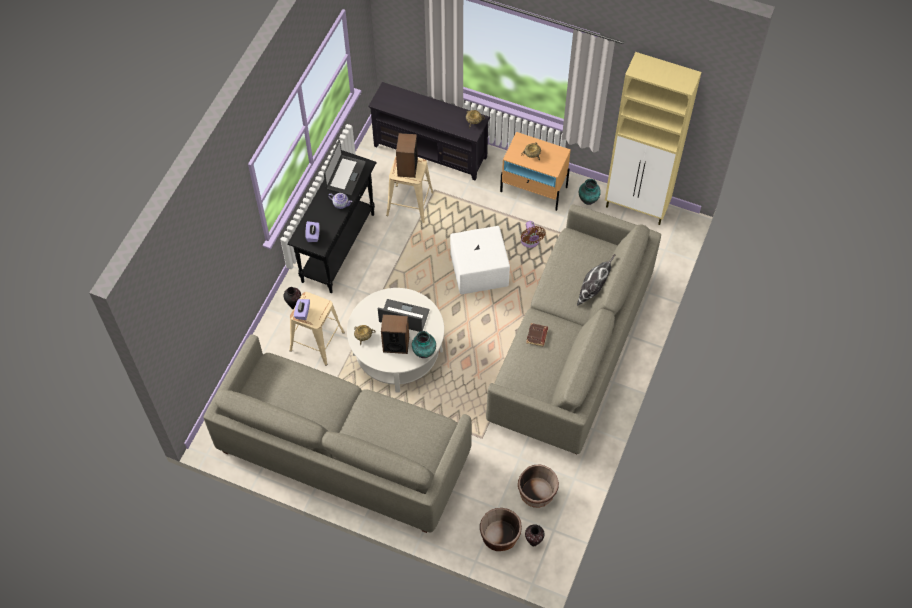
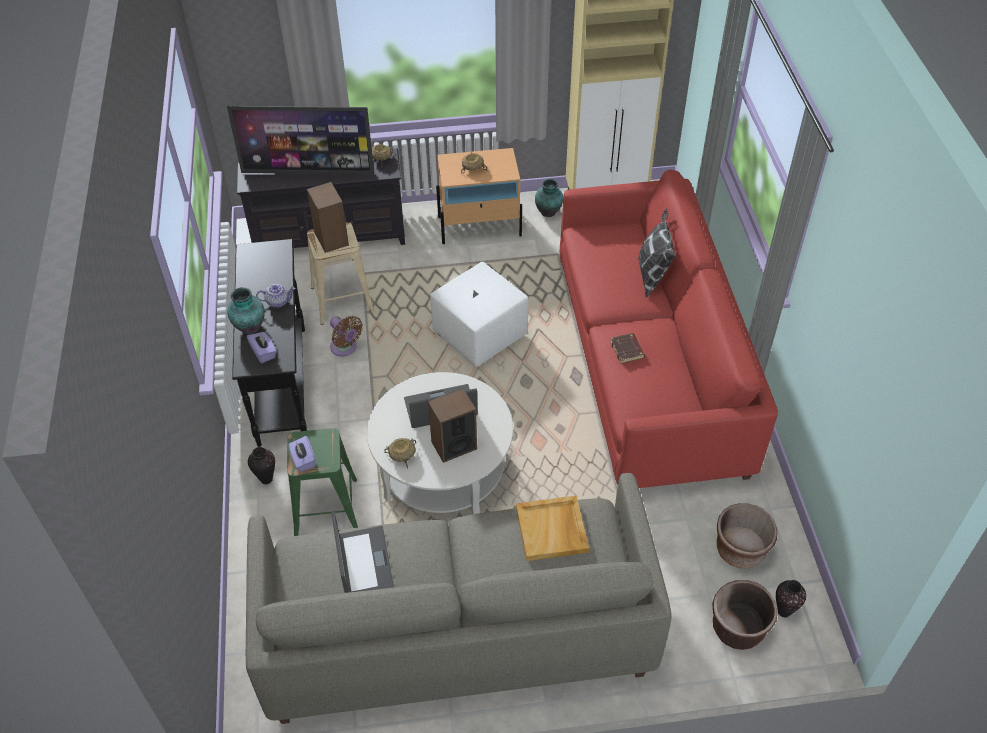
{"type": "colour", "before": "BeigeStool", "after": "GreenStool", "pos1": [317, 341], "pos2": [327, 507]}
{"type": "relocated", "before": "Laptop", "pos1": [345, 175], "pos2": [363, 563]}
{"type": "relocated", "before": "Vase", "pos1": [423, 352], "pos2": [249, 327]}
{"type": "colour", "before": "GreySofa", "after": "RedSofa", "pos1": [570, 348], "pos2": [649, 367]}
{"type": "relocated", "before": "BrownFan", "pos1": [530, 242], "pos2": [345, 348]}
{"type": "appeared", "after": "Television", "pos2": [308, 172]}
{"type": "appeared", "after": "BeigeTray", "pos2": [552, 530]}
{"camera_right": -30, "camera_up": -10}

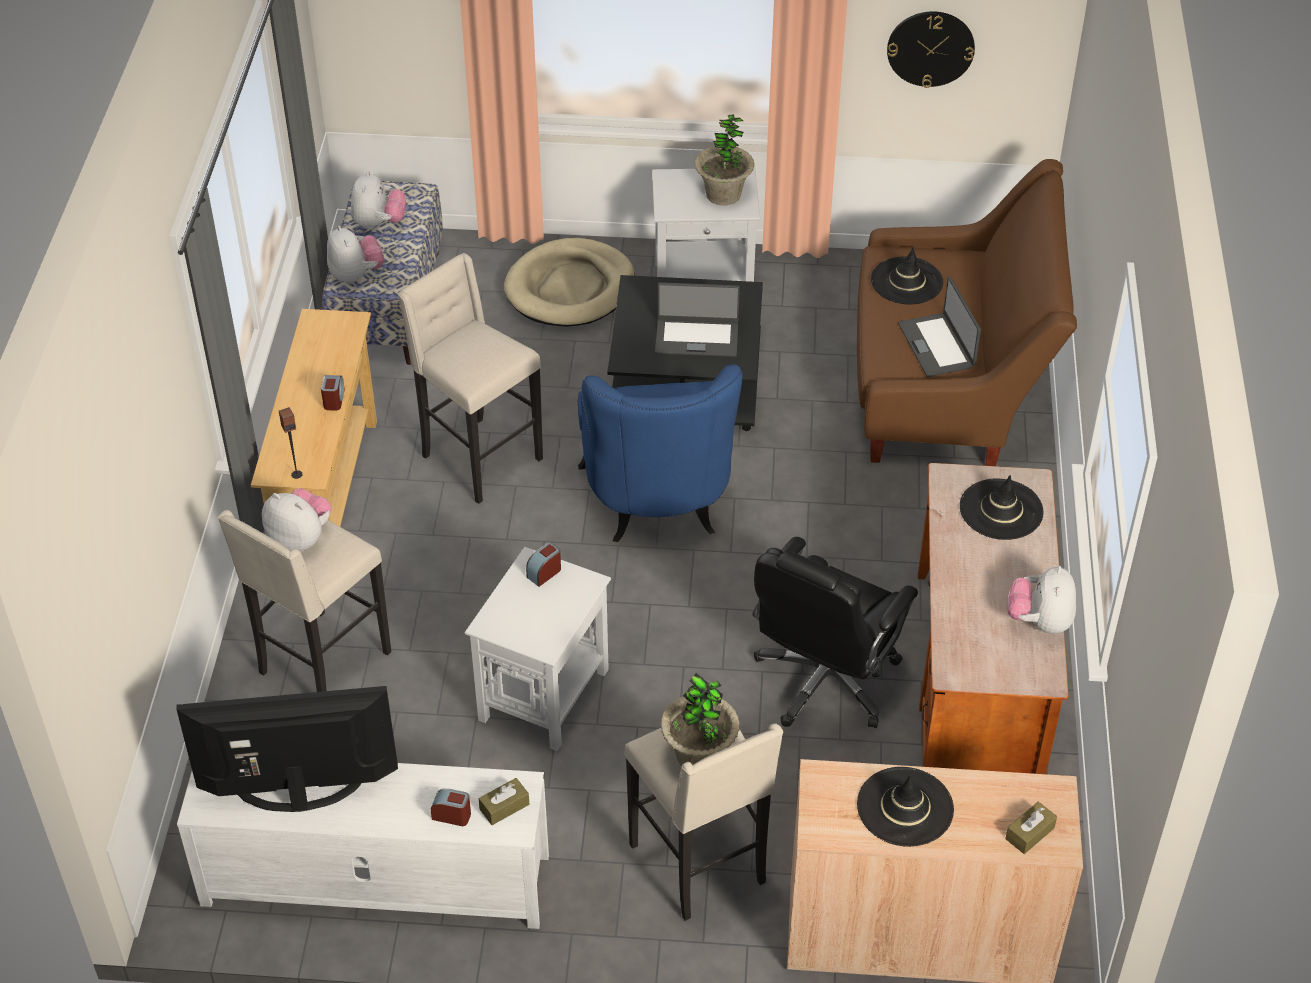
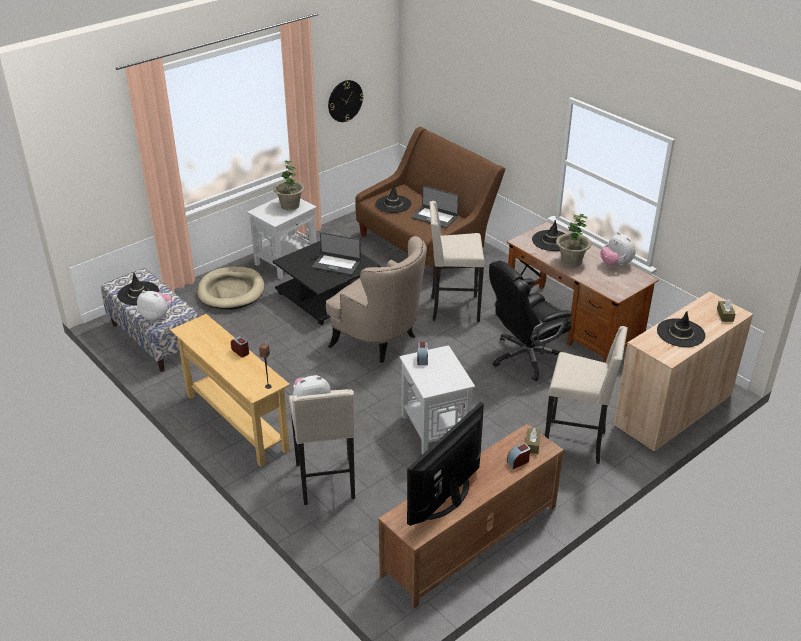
{"type": "colour", "before": "WhiteTvStand", "after": "BrownTvStand", "pos1": [374, 880], "pos2": [470, 540]}
{"type": "exchanged", "before": "PlushToy", "after": "BlackHat", "pos1": [379, 223], "pos2": [138, 293]}
{"type": "relocated", "before": "BeigeStool", "pos1": [478, 458], "pos2": [453, 309]}
{"type": "colour", "before": "BlueArmchair", "after": "BeigeArmchair", "pos1": [658, 505], "pos2": [380, 341]}
{"type": "spun", "before": "Laptop", "pos1": [697, 337], "pos2": [336, 264], "turn": 60}
{"type": "relocated", "before": "PottedPlant", "pos1": [699, 755], "pos2": [571, 261]}
{"type": "spun", "before": "BlackOfficeChair", "pos1": [825, 681], "pos2": [525, 357], "turn": 75}
{"camera_right": -45, "camera_up": -10}

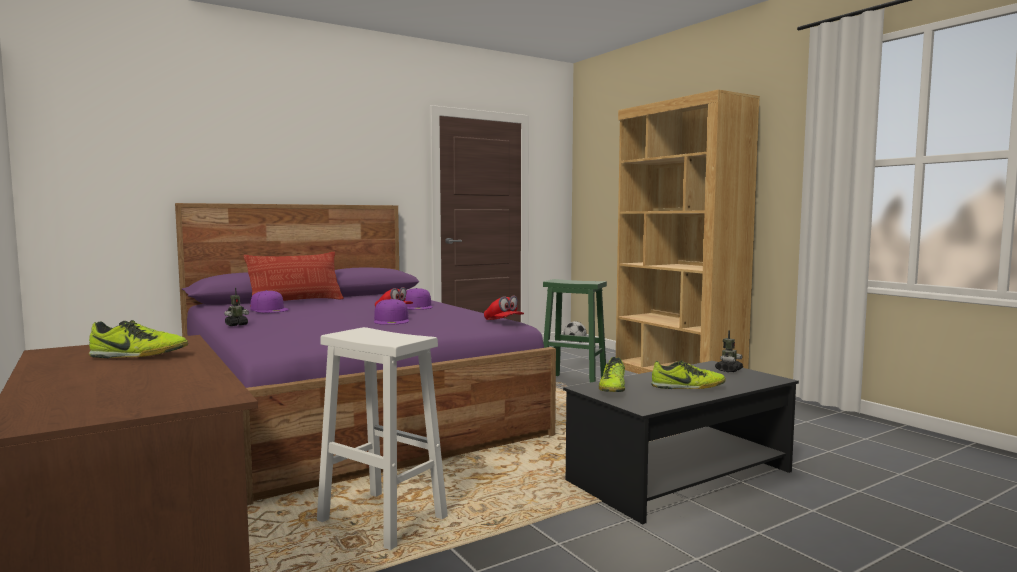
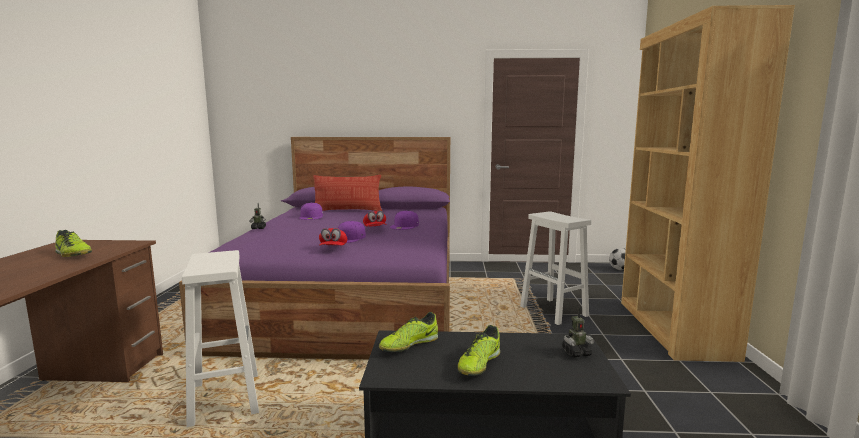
{"type": "relocated", "before": "RedCap", "pos1": [503, 322], "pos2": [333, 249]}
{"type": "colour", "before": "GreenStool", "after": "WhiteStool", "pos1": [575, 382], "pos2": [554, 311]}
{"type": "spun", "before": "Shoe", "pos1": [687, 387], "pos2": [479, 364], "turn": 75}
{"camera_right": 35, "camera_up": 5}

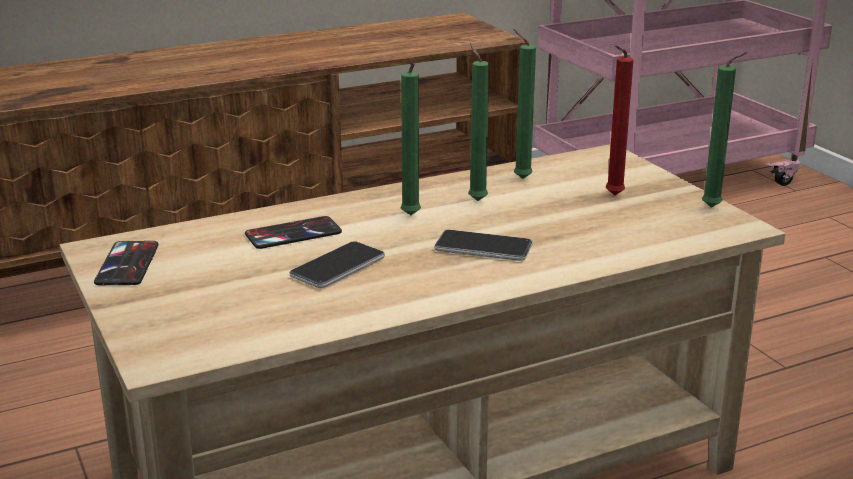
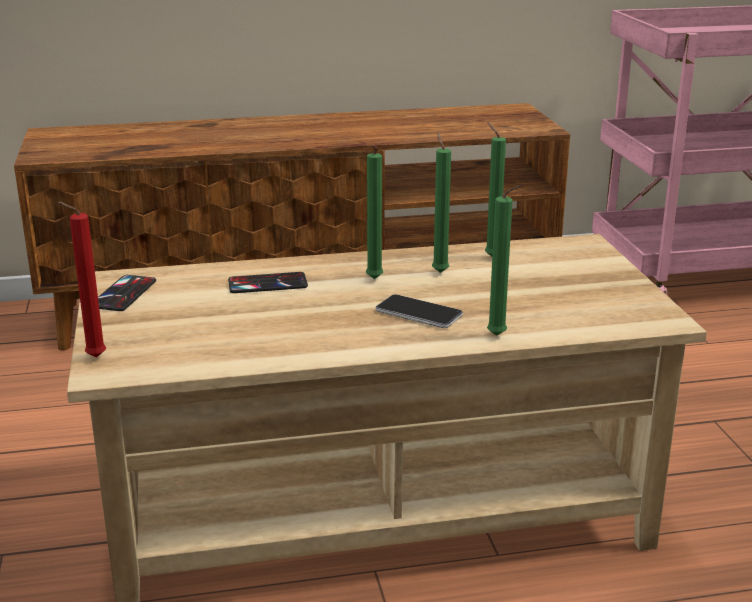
{"type": "missing", "before": "Phone", "pos1": [338, 266]}
{"type": "relocated", "before": "RedCandle", "pos1": [612, 196], "pos2": [92, 358]}
{"type": "relocated", "before": "GreenCandle", "pos1": [714, 207], "pos2": [499, 336]}
{"camera_right": 15, "camera_up": 0}

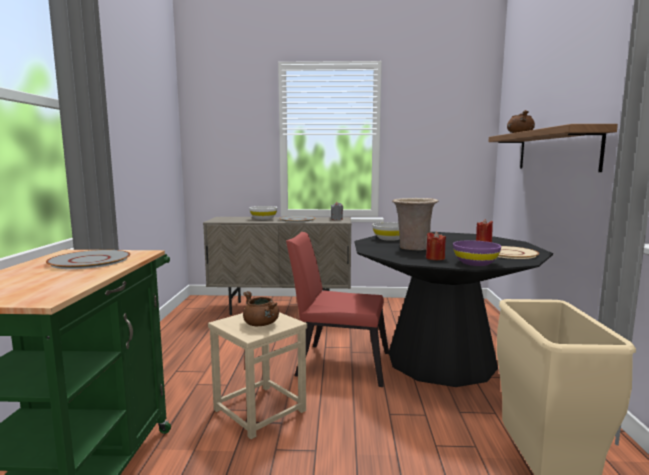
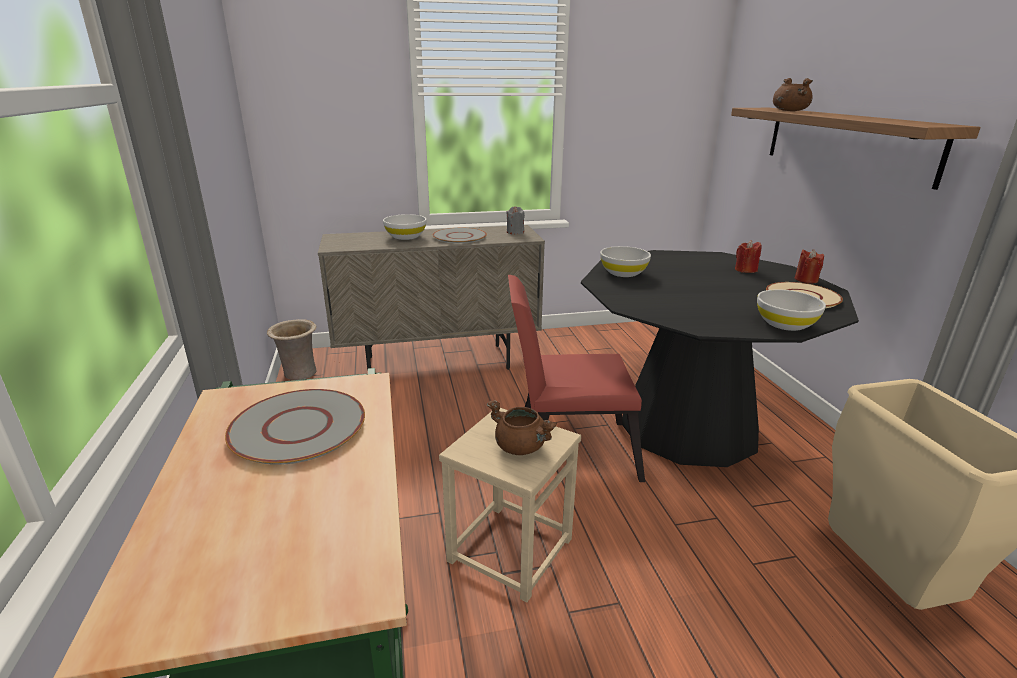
{"type": "relocated", "before": "BeigeVase", "pos1": [413, 248], "pos2": [298, 374]}
{"type": "relocated", "before": "RedCandle", "pos1": [435, 258], "pos2": [806, 280]}
{"type": "colour", "before": "PurpleBowl", "after": "WhiteBowl", "pos1": [475, 263], "pos2": [785, 324]}
{"camera_right": -15, "camera_up": 15}

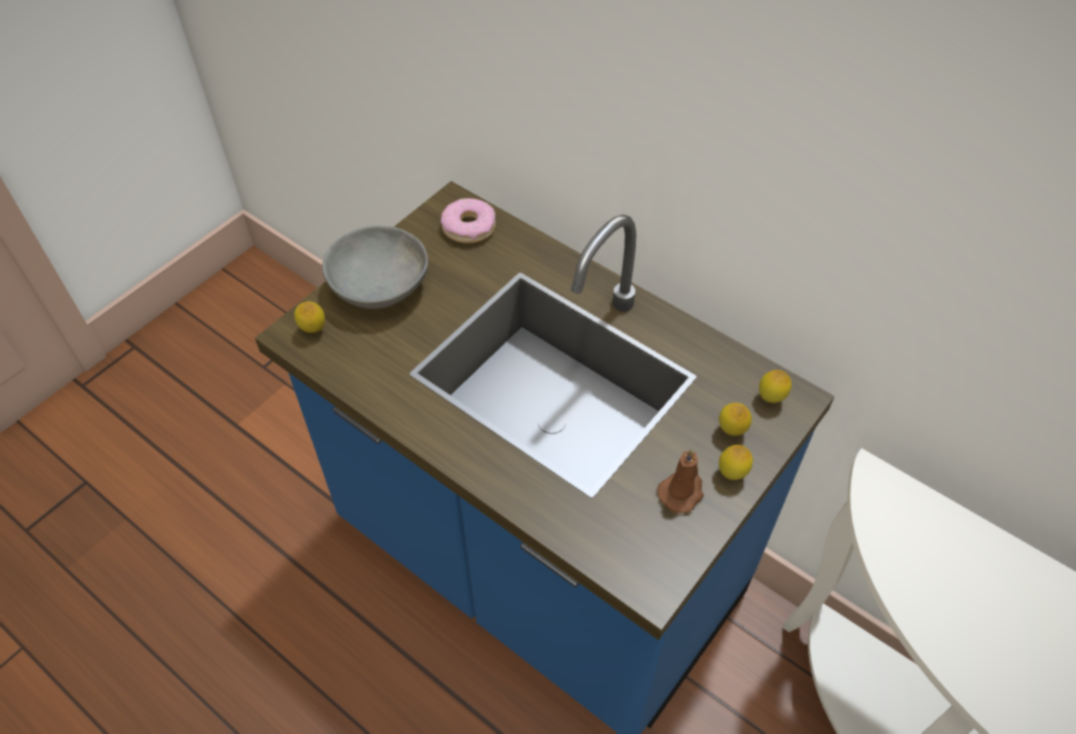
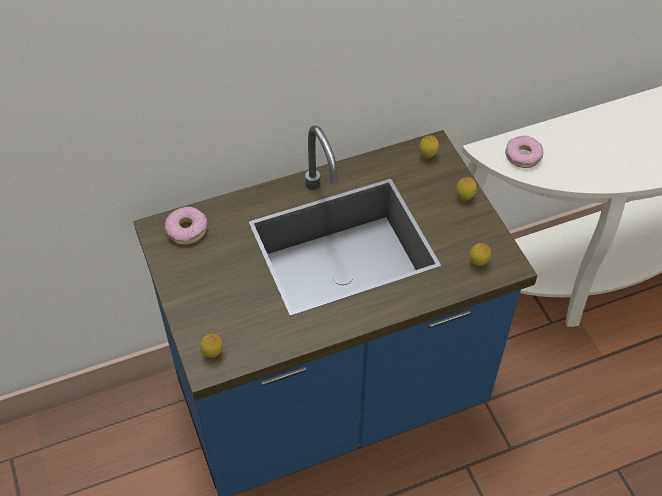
{"type": "missing", "before": "GreyBowl", "pos1": [379, 288]}
{"type": "missing", "before": "BrownCandle", "pos1": [682, 492]}
{"type": "relocated", "before": "Lemon", "pos1": [731, 431], "pos2": [478, 263]}
{"type": "appeared", "after": "Donut", "pos2": [522, 156]}
{"camera_right": -60, "camera_up": 0}

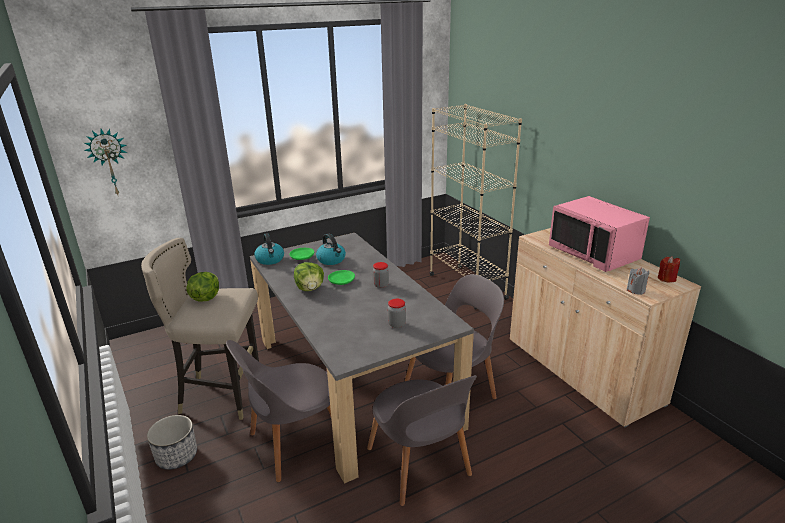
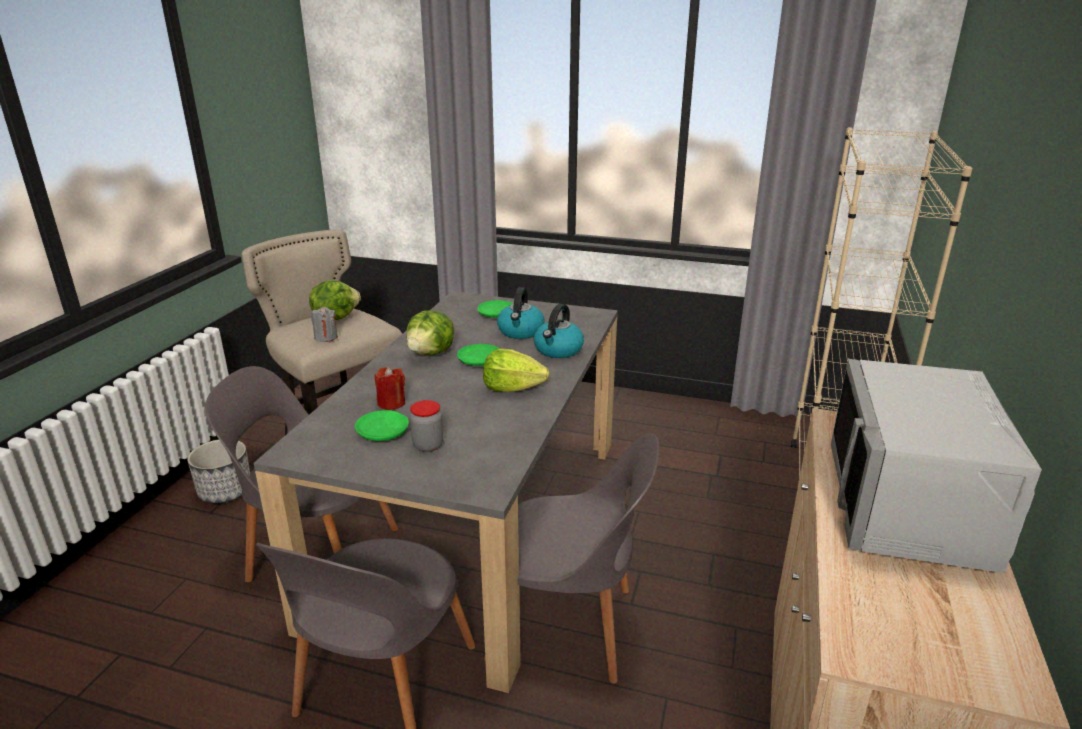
{"type": "missing", "before": "WallClock", "pos1": [109, 162]}
{"type": "relocated", "before": "Kettle", "pos1": [270, 260], "pos2": [558, 350]}
{"type": "exchanged", "before": "Jar", "after": "Lettuce", "pos1": [381, 285], "pos2": [512, 388]}
{"type": "colour", "before": "PinkMicrowave", "after": "GreyMicrowave", "pos1": [594, 253], "pos2": [910, 507]}
{"type": "relocated", "before": "GreyCandle", "pos1": [635, 290], "pos2": [326, 337]}
{"type": "relocated", "before": "RedCandle", "pos1": [666, 279], "pos2": [391, 403]}
{"type": "appeared", "after": "GreenPlate", "pos2": [383, 433]}
{"camera_right": 45, "camera_up": 0}

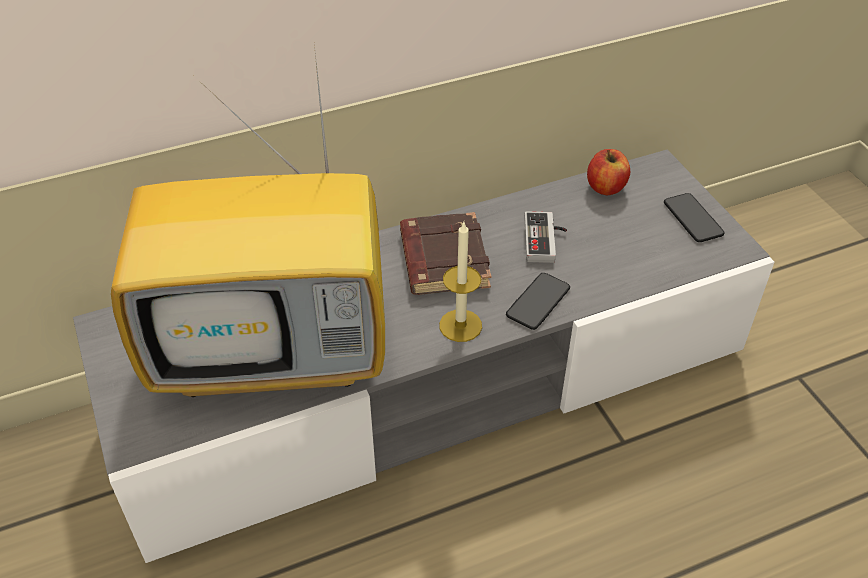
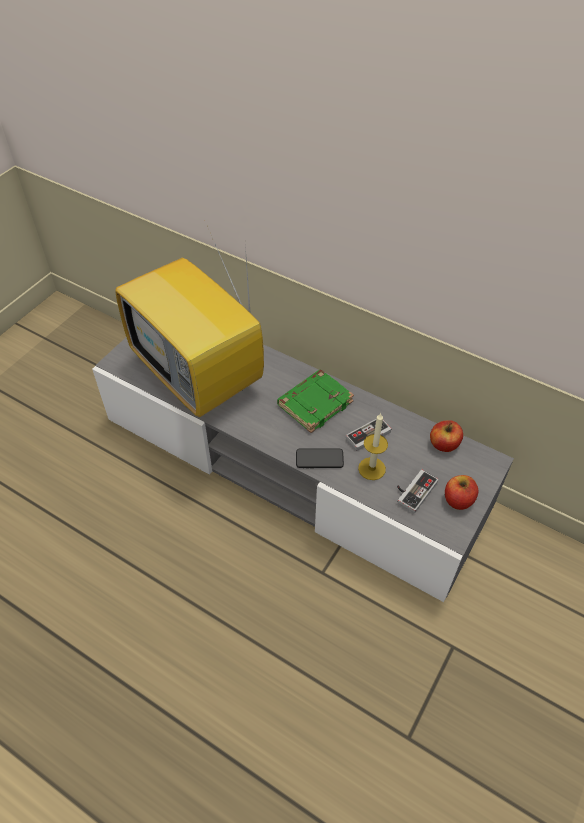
{"type": "colour", "before": "BrownBook", "after": "GreenBook", "pos1": [442, 259], "pos2": [315, 403]}
{"type": "relocated", "before": "Candle", "pos1": [460, 325], "pos2": [371, 468]}
{"type": "exchanged", "before": "Phone", "after": "Apple", "pos1": [693, 219], "pos2": [458, 500]}
{"type": "appeared", "after": "GameController", "pos2": [413, 490]}
{"camera_right": 55, "camera_up": 5}

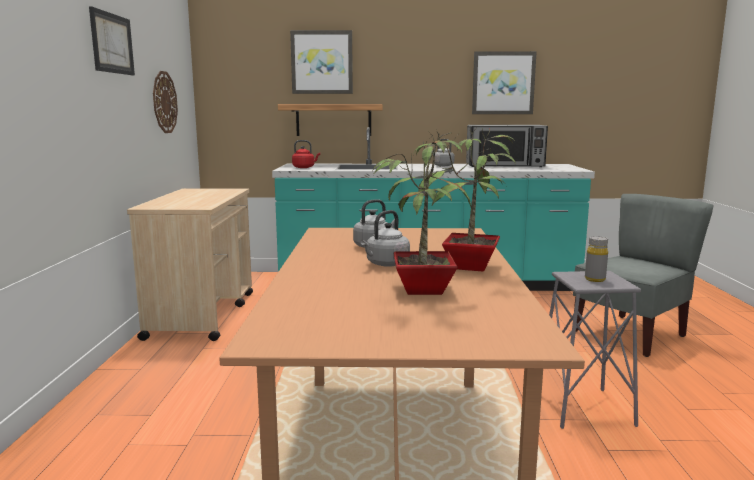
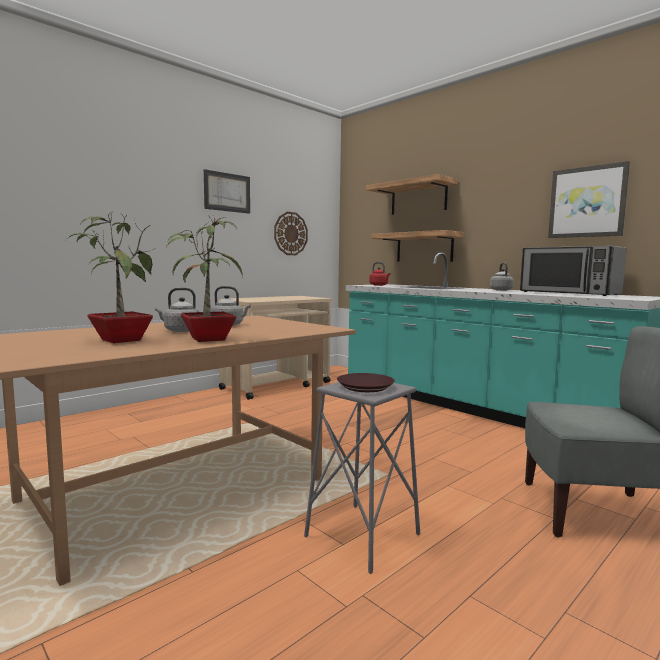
{"type": "exchanged", "before": "Picture", "after": "Shelf", "pos1": [322, 62], "pos2": [418, 198]}
{"type": "exchanged", "before": "GreyBottle", "after": "BrownPlate", "pos1": [595, 279], "pos2": [366, 387]}
{"camera_right": 45, "camera_up": -5}

